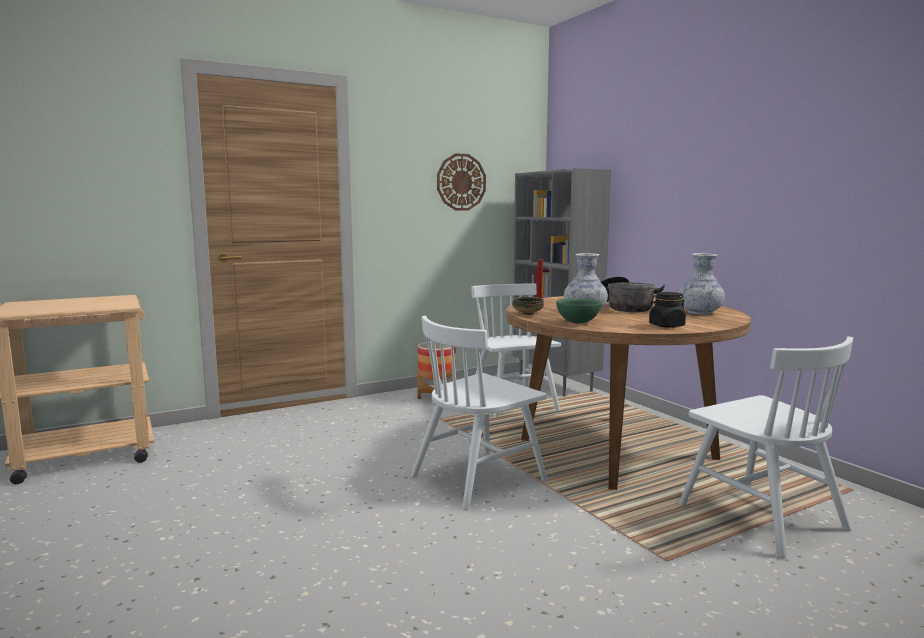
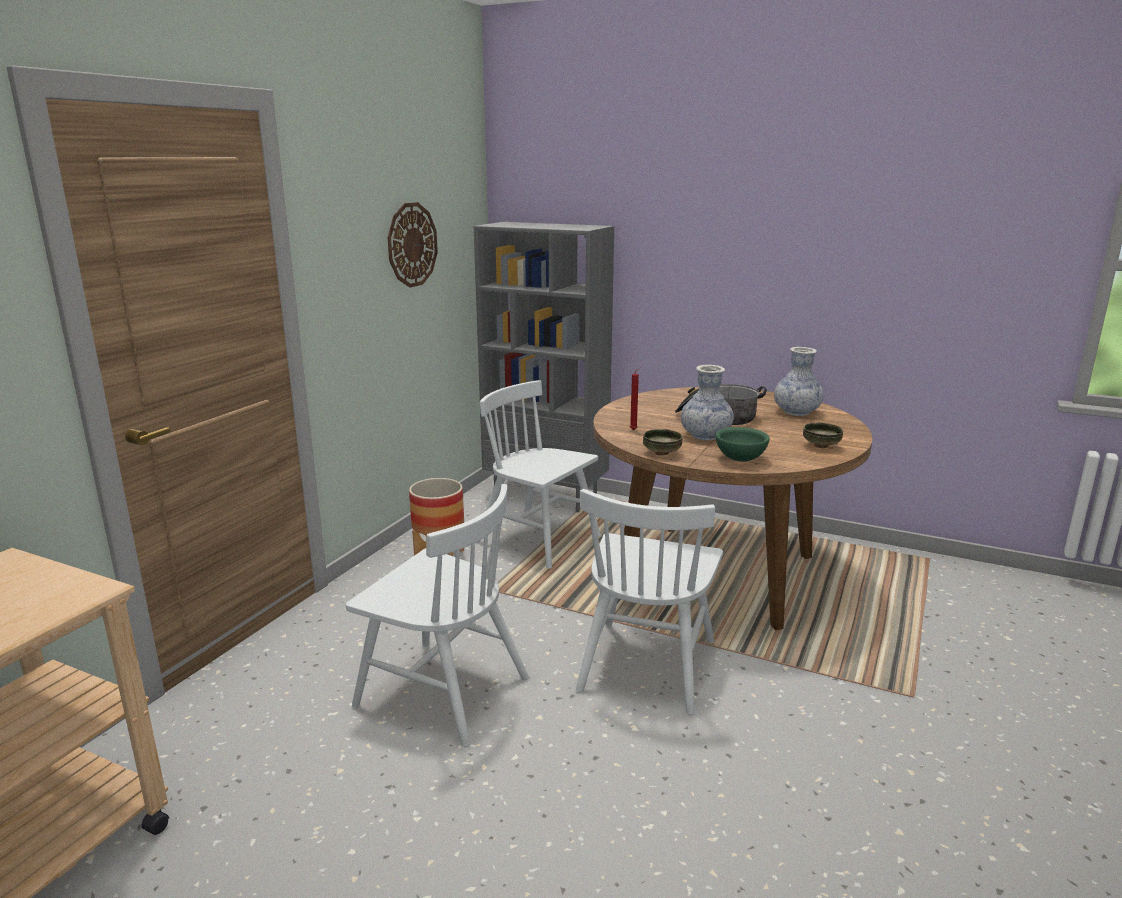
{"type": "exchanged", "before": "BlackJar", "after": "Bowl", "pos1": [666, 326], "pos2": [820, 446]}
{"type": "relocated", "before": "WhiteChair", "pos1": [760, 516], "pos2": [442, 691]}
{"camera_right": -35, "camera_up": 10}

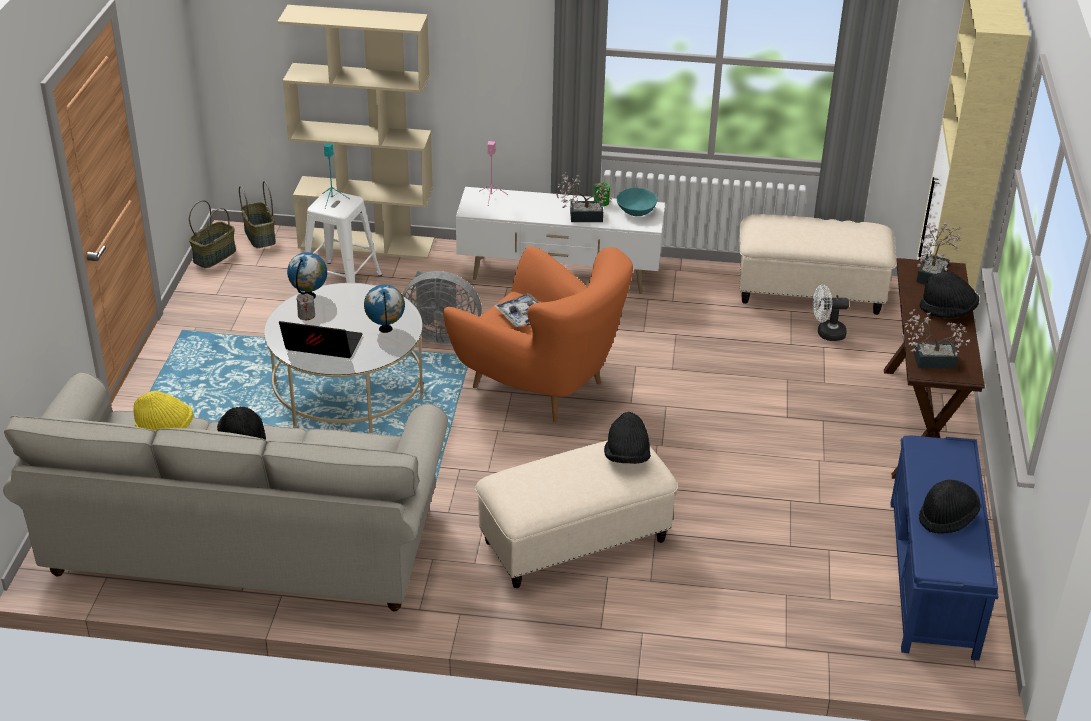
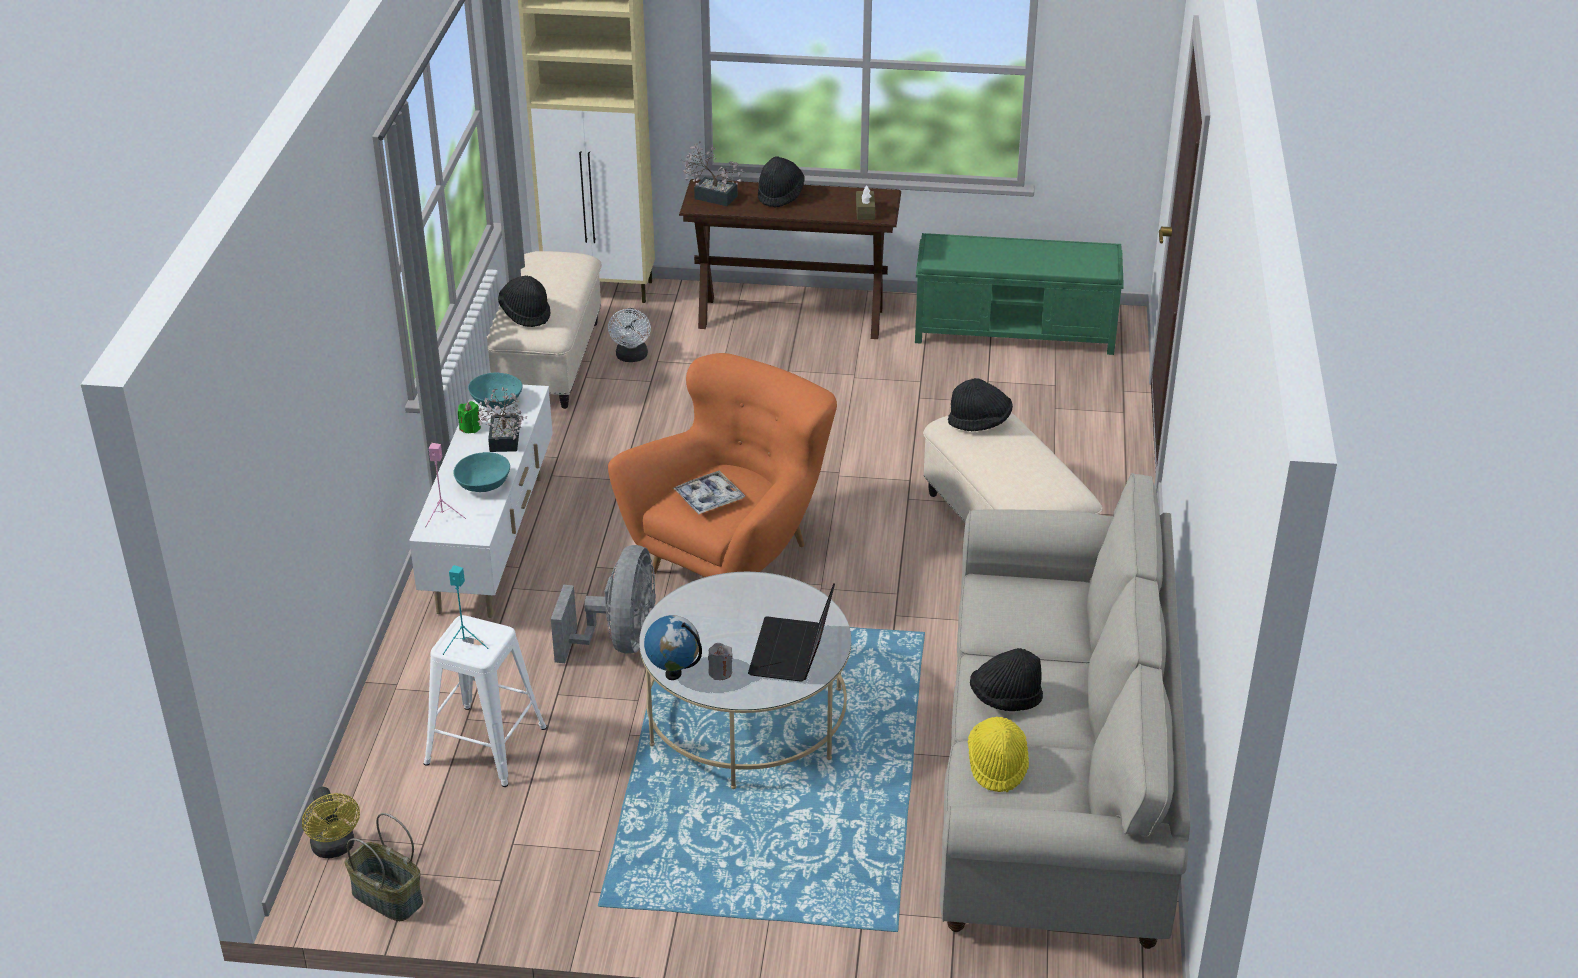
{"type": "exchanged", "before": "Basket", "after": "YellowFan", "pos1": [260, 236], "pos2": [335, 848]}
{"type": "missing", "before": "BeigeBookcase", "pos1": [367, 243]}
{"type": "missing", "before": "Globe", "pos1": [386, 329]}
{"type": "colour", "before": "BlueBench", "after": "GreenBench", "pos1": [932, 578], "pos2": [1016, 331]}
{"type": "exchanged", "before": "PottedPlant", "after": "BrownTissueBox", "pos1": [929, 360], "pos2": [865, 211]}
{"type": "relocated", "before": "BlackHat", "pos1": [947, 518], "pos2": [526, 314]}
{"type": "appeared", "after": "TurquoiseBowl", "pos2": [483, 484]}
{"camera_right": -90, "camera_up": 0}

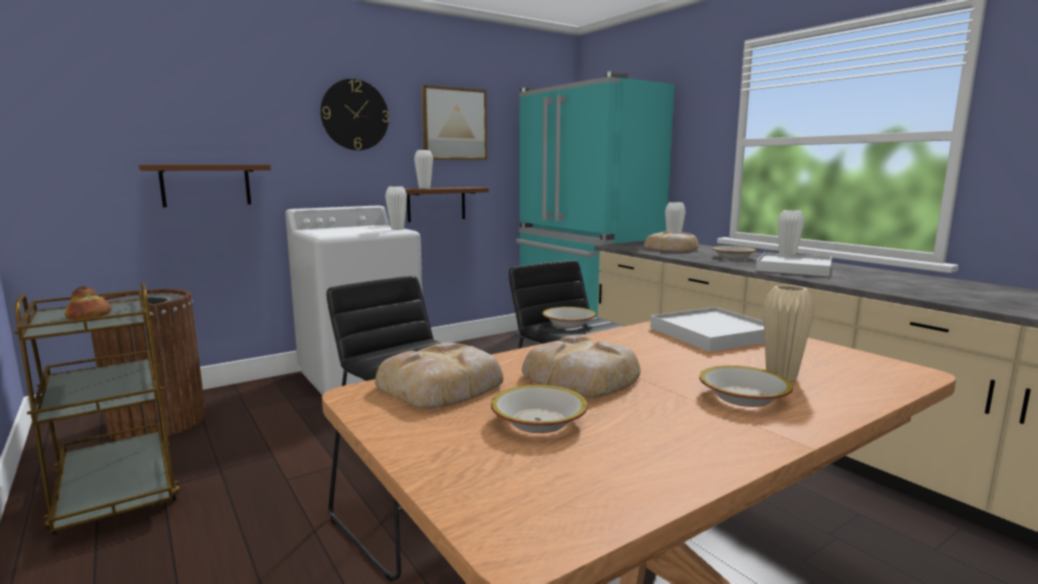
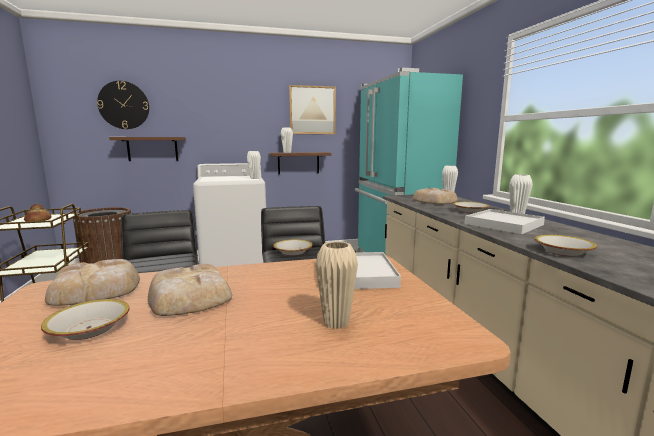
{"type": "relocated", "before": "WallClock", "pos1": [355, 115], "pos2": [124, 105]}
{"type": "relocated", "before": "Bowl", "pos1": [744, 397], "pos2": [563, 252]}
{"camera_right": 20, "camera_up": 0}

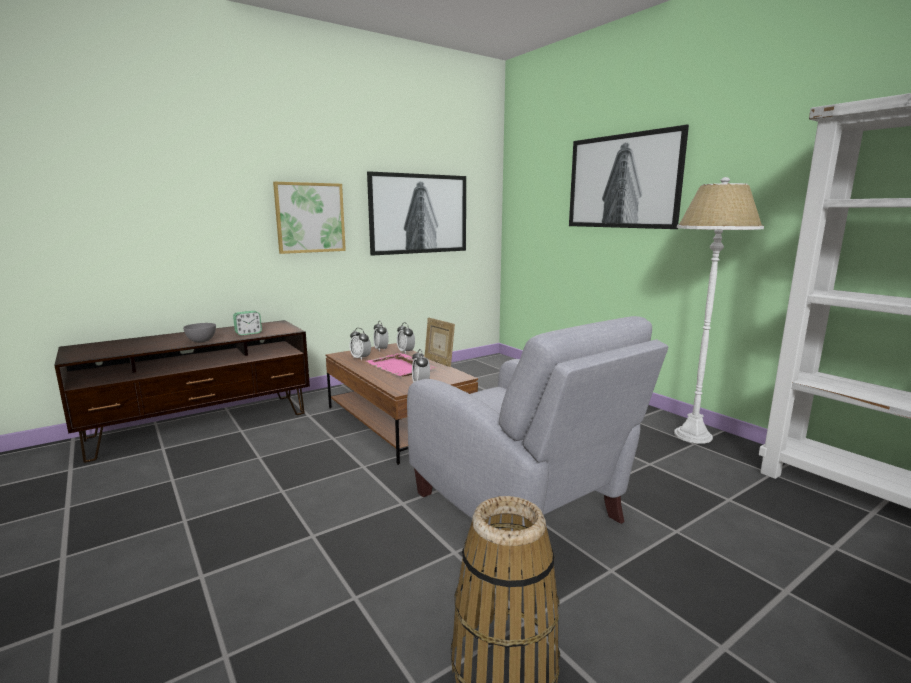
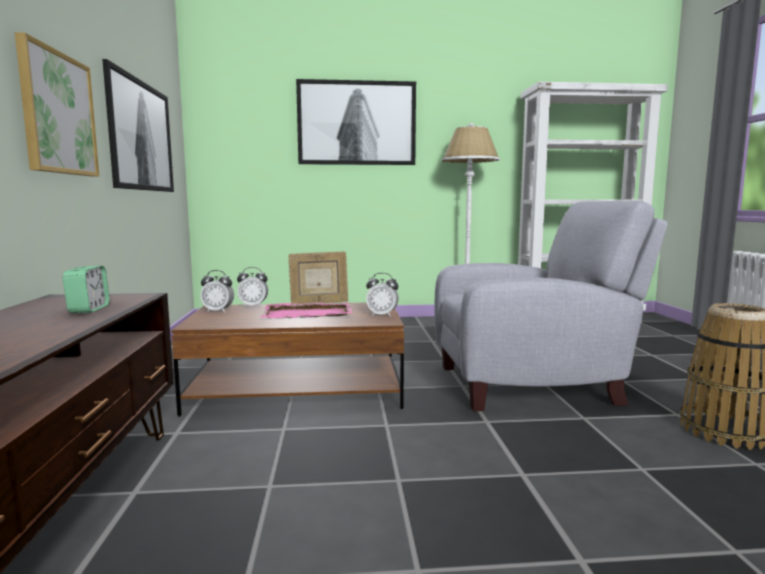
{"type": "missing", "before": "GreyBowl", "pos1": [201, 341]}
{"type": "missing", "before": "AlarmClock", "pos1": [360, 358]}
{"camera_right": -60, "camera_up": -5}

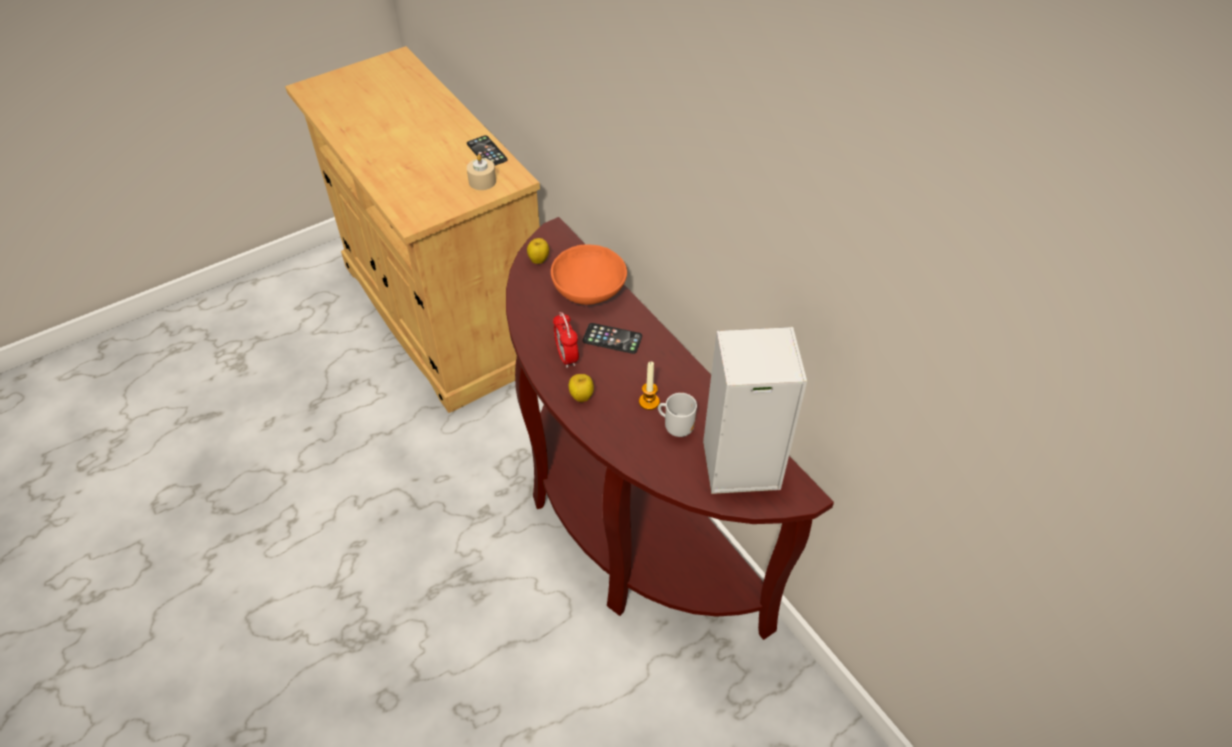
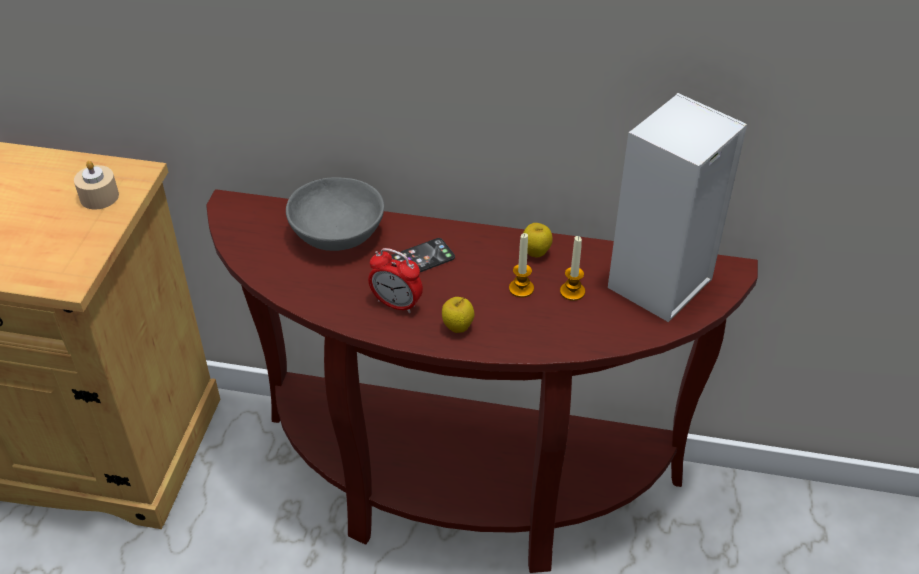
{"type": "missing", "before": "Phone", "pos1": [487, 152]}
{"type": "relocated", "before": "Apple", "pos1": [539, 260], "pos2": [536, 253]}
{"type": "colour", "before": "OrangeBowl", "after": "GreyBowl", "pos1": [590, 290], "pos2": [338, 233]}
{"type": "exchanged", "before": "Mug", "after": "Candle", "pos1": [677, 427], "pos2": [572, 291]}
{"camera_right": -45, "camera_up": -5}

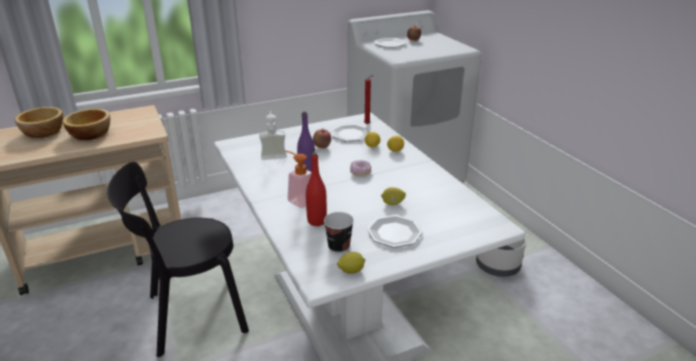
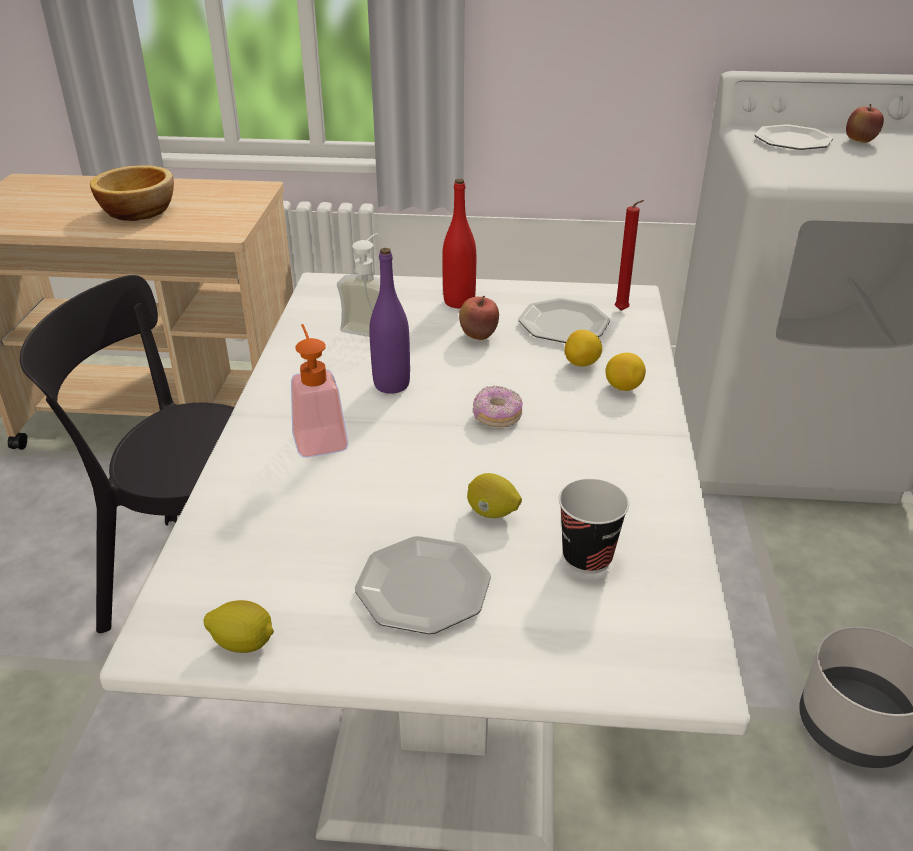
{"type": "missing", "before": "Bowl", "pos1": [44, 132]}
{"type": "relocated", "before": "RedBottle", "pos1": [317, 221], "pos2": [459, 302]}
{"type": "relocated", "before": "Cup", "pos1": [339, 247], "pos2": [587, 557]}
{"camera_right": 30, "camera_up": 5}

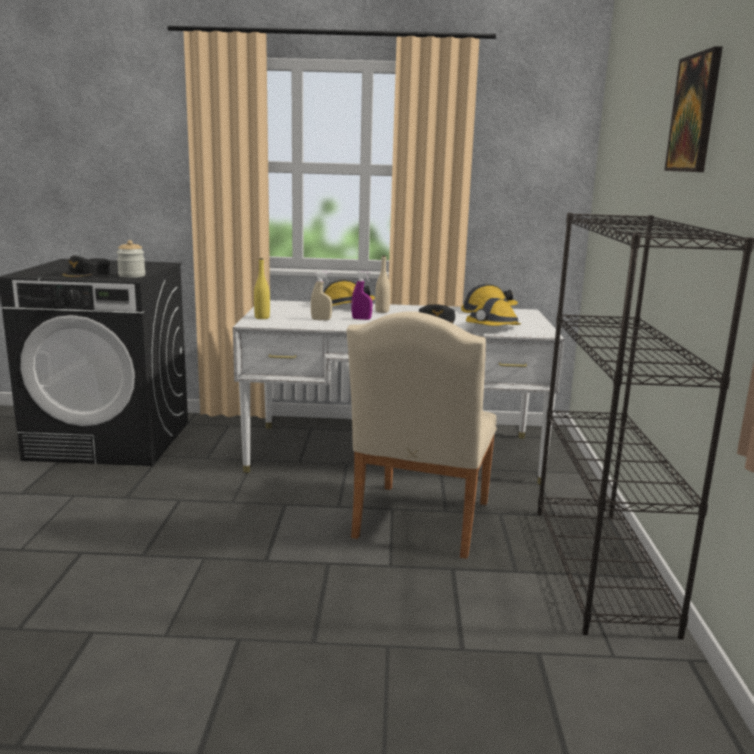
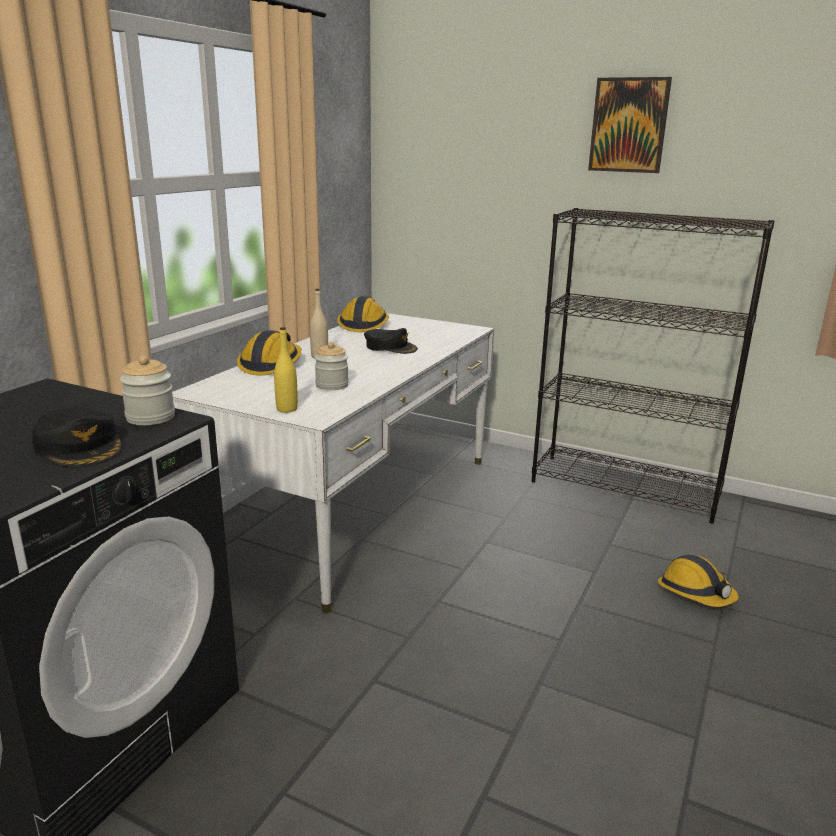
{"type": "exchanged", "before": "BeigeSprayBottle", "after": "Jar", "pos1": [321, 319], "pos2": [332, 385]}
{"type": "missing", "before": "BeigeChair", "pos1": [419, 524]}
{"type": "missing", "before": "PurpleSprayBottle", "pos1": [361, 319]}
{"type": "relocated", "before": "HardHat", "pos1": [491, 328], "pos2": [695, 593]}
{"camera_right": -65, "camera_up": 5}

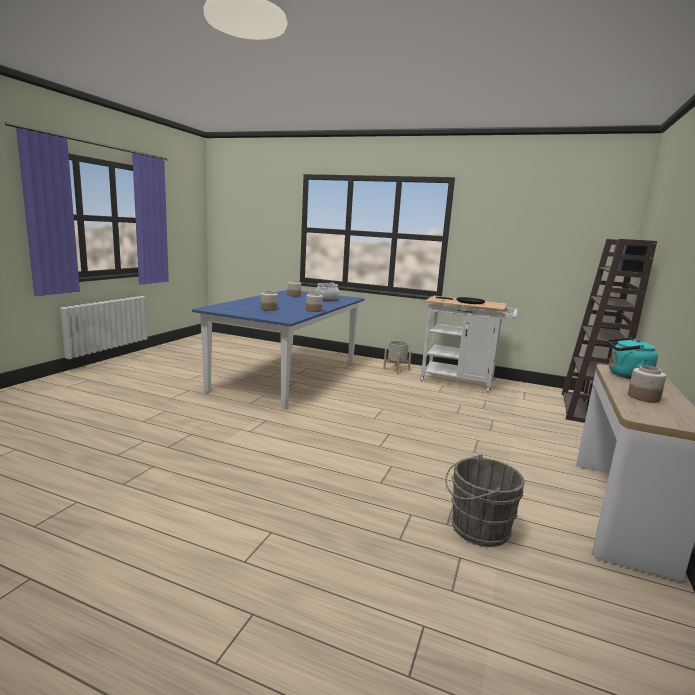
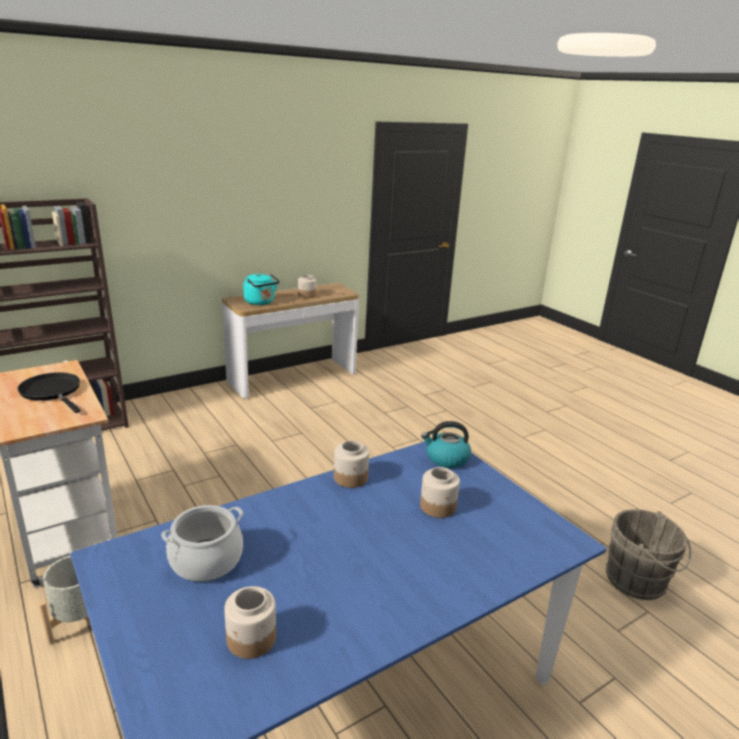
{"type": "relocated", "before": "GreyBucket", "pos1": [476, 528], "pos2": [639, 581]}
{"type": "appeared", "after": "Kettle", "pos2": [446, 459]}
{"camera_right": -145, "camera_up": 10}

